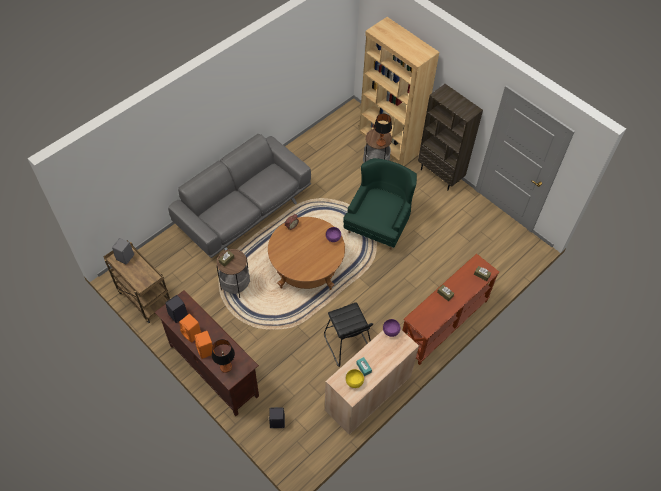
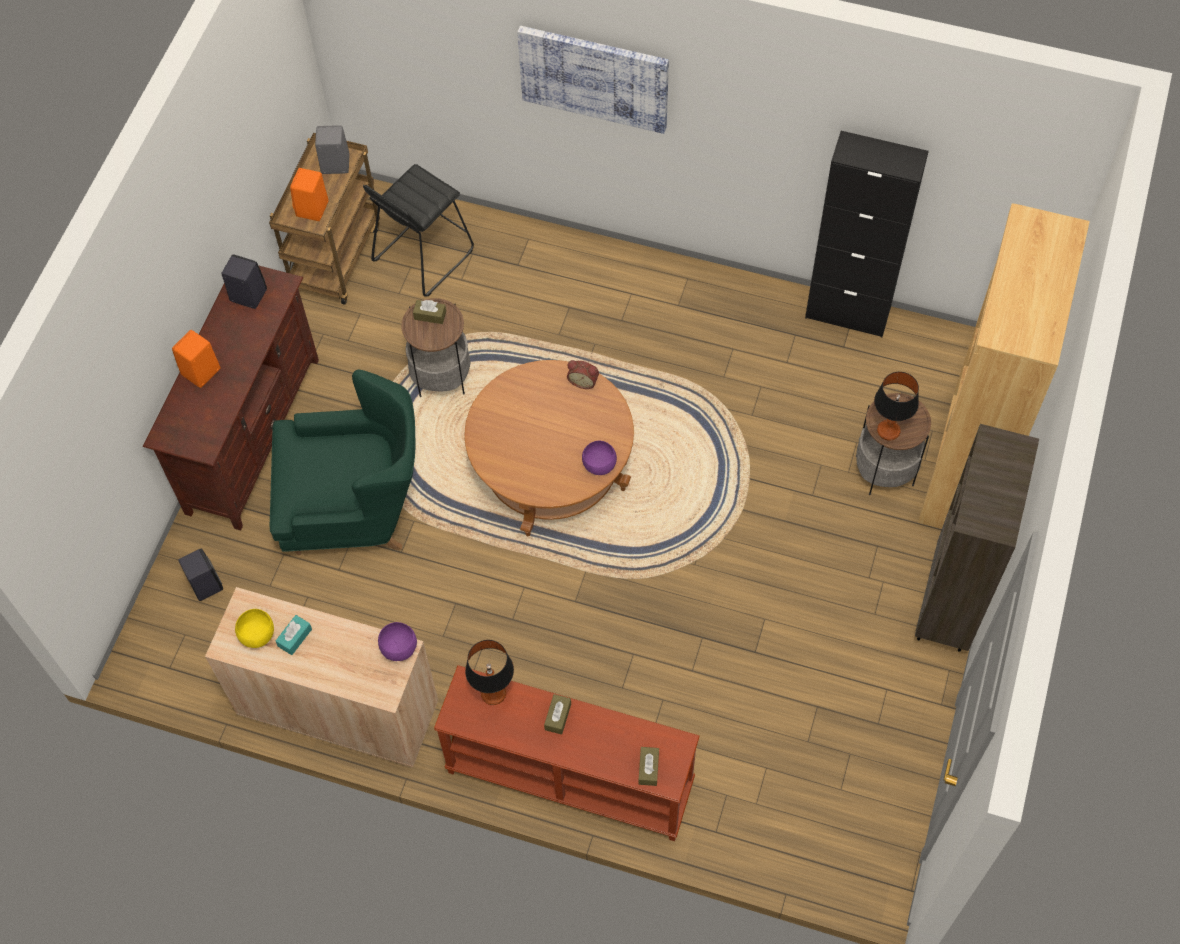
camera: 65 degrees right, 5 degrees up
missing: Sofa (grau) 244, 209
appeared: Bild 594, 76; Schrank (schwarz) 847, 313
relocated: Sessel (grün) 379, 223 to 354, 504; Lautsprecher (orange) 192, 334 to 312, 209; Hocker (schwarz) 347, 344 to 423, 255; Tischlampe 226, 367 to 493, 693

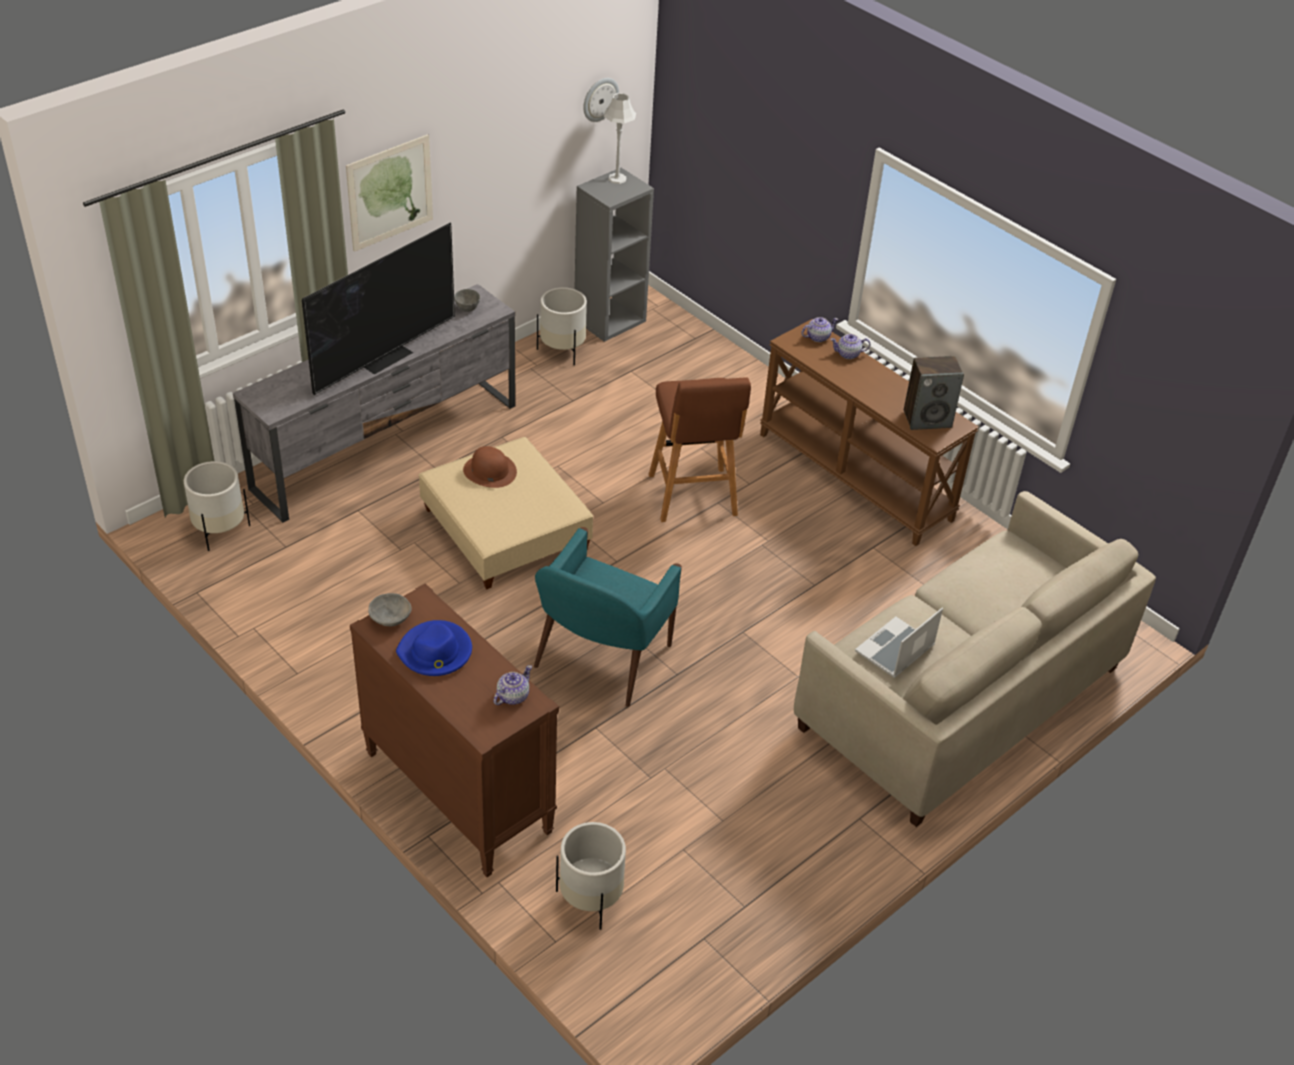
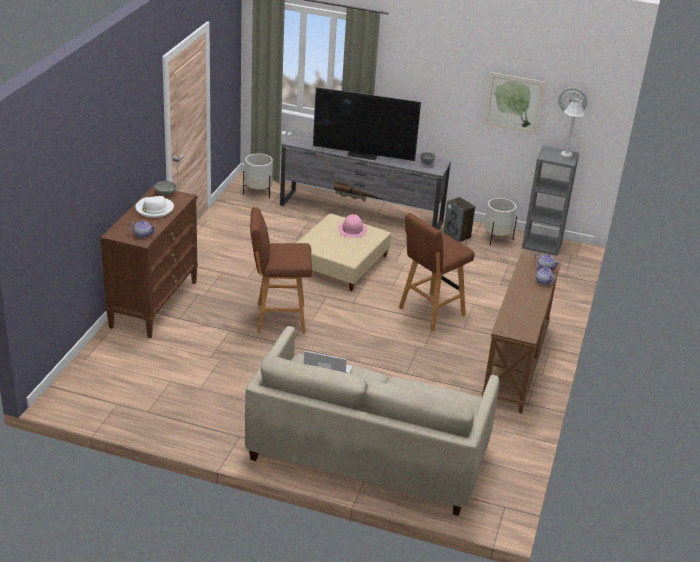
camera: 60 degrees right, 10 degrees down
missing: Pflanzkübel (weiß) 591, 899
relocated: Lautsprecher 927, 419 to 457, 235; Bild 390, 192 to 514, 103
exchanged: Sessel (türkis) 601, 658 to Hocker (braun) 278, 318
colour: Hut (blau) 435, 652 to Hut (weiß) 154, 209; Hut (braun) 489, 471 to Hut (rosa) 352, 229

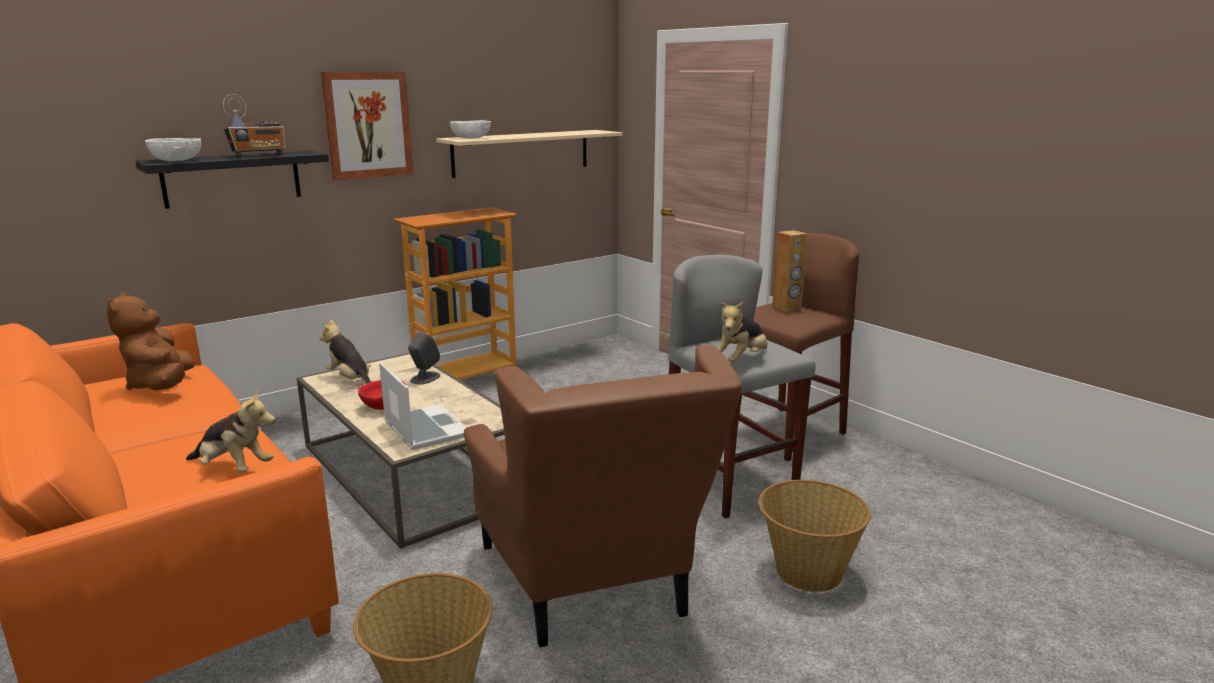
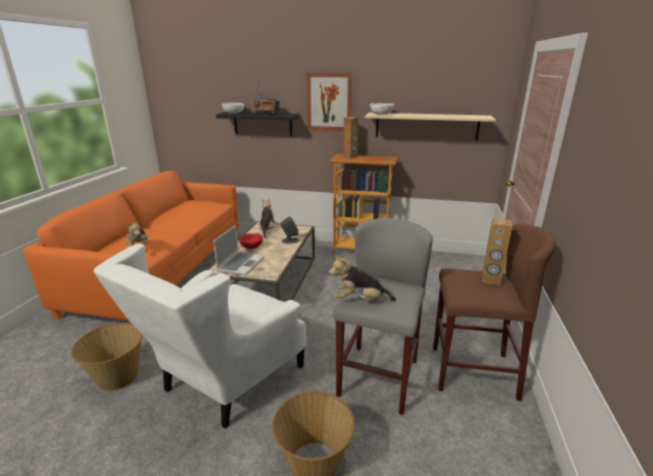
camera: 50 degrees right, 5 degrees up
missing: Plüschtier (braun) 161, 386
appeared: Lautsprecher (braun) 350, 157
colour: Sessel (braun) 594, 588 to Sessel (weiß) 223, 383

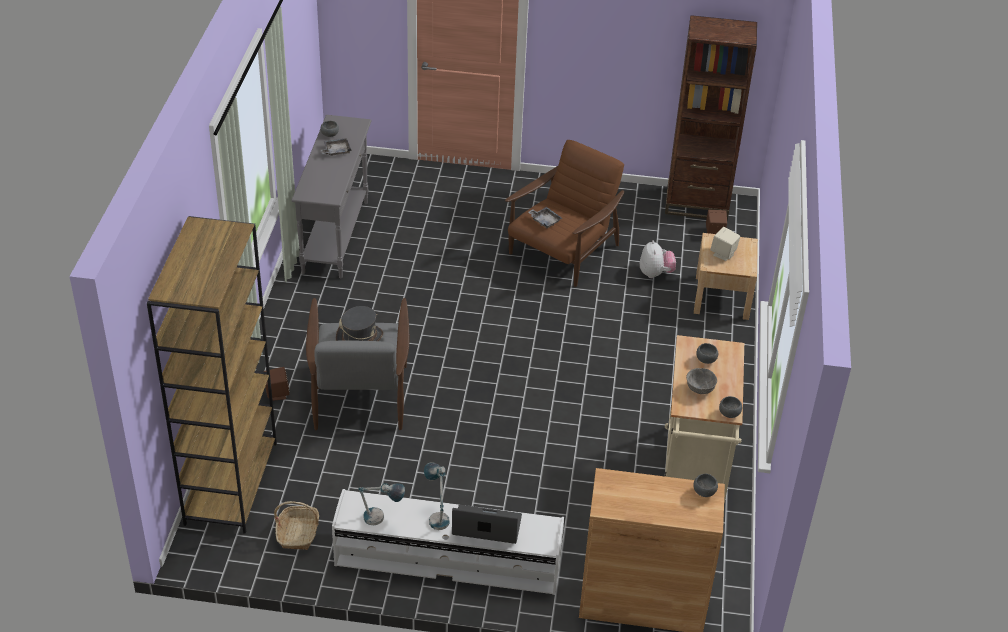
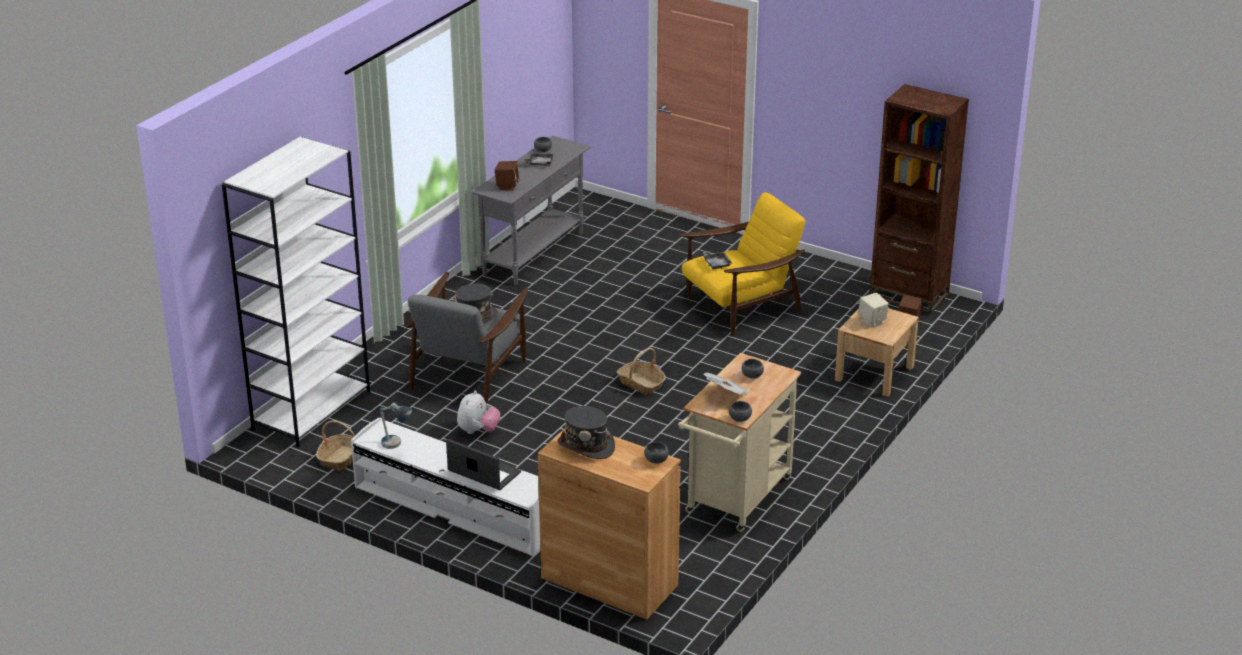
camera: 25 degrees right, 10 degrees down
missing: Tischlampe 436, 515
appeared: Hut (grau) 586, 446; Korb 641, 383
relocated: Plüschtier 655, 273 to 478, 431; Lautsprecher (braun) 277, 393 to 507, 186
exchanged: Schüssel (grau) 699, 388 to Zeitung 727, 395
colour: Bücherregal (braun) 231, 482 to Bücherregal (weiß) 311, 409; Sessel (braun) 563, 252 to Sessel (gelb) 741, 306

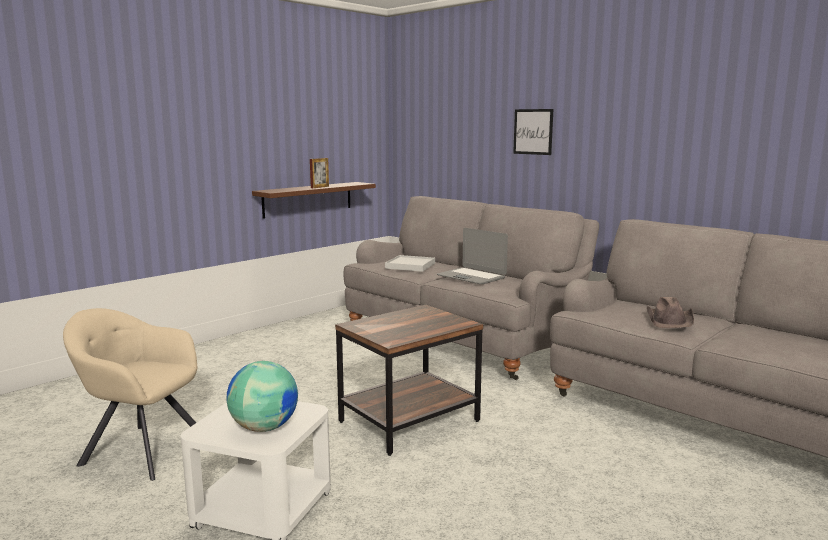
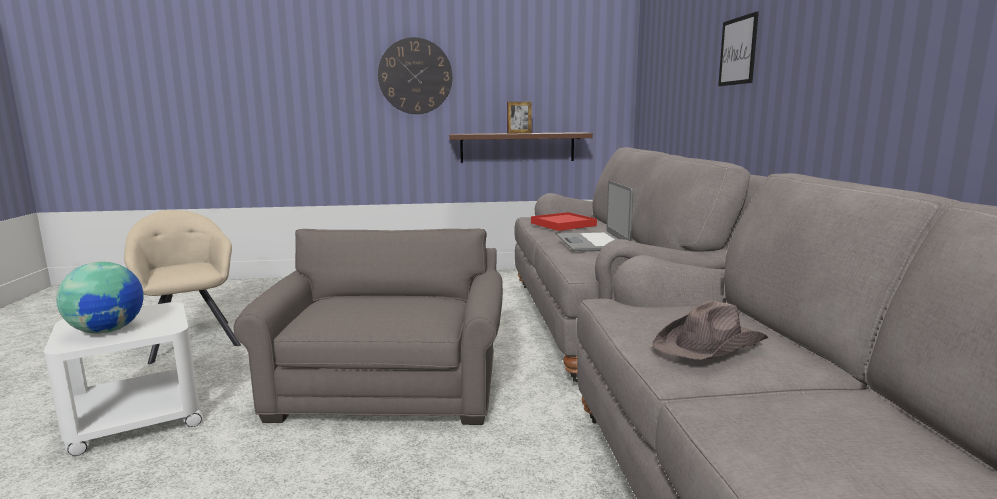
camera: 40 degrees right, 0 degrees up
appeared: Wanduhr 415, 76
exchanged: Beistelltisch (braun) 408, 421 to Sessel (grau) 388, 388
colour: Tablett (weiß) 410, 266 to Tablett (rot) 563, 224

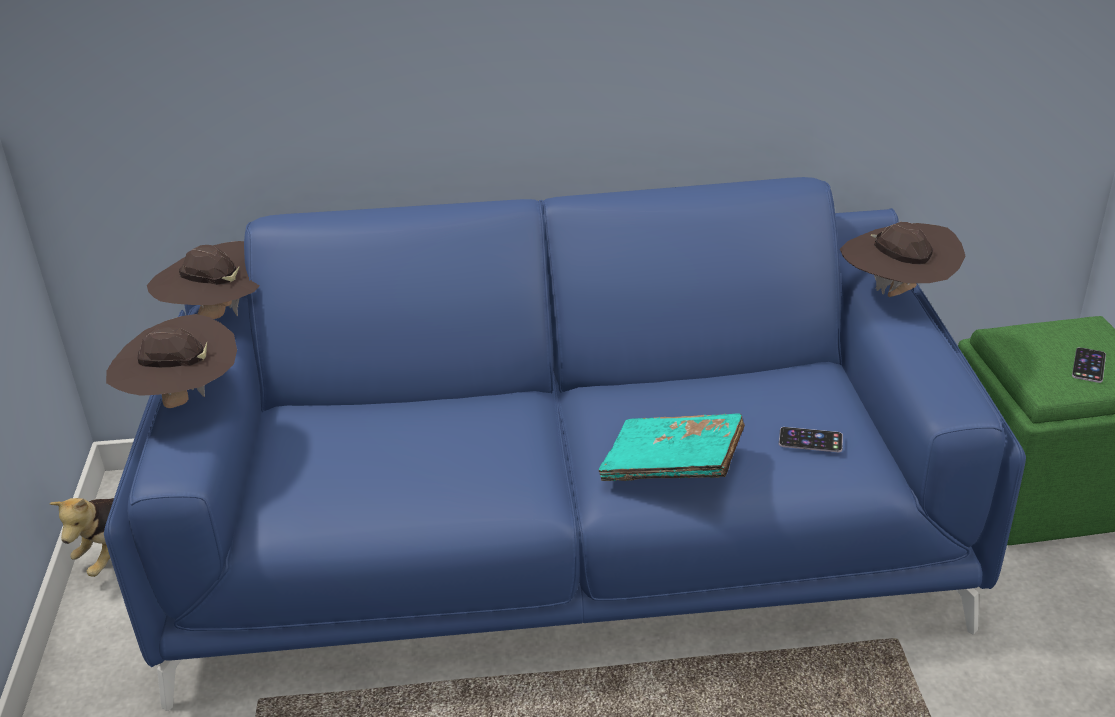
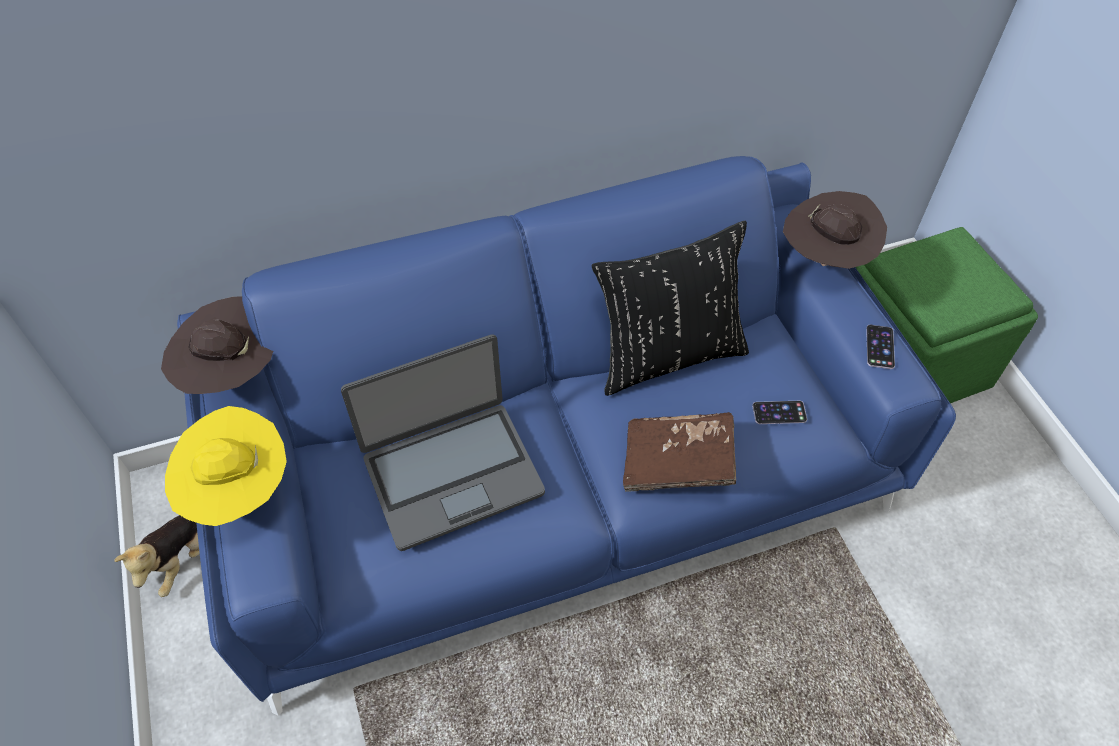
camera: 15 degrees left, 20 degrees up
appeared: Laptop 452, 473; Kissen (schwarz) 667, 355
relocated: Handy 1088, 365 to 880, 347
colour: Hut (braun) 182, 402 to Hut (gelb) 238, 491; Buch (türkis) 673, 467 to Buch (braun) 678, 462

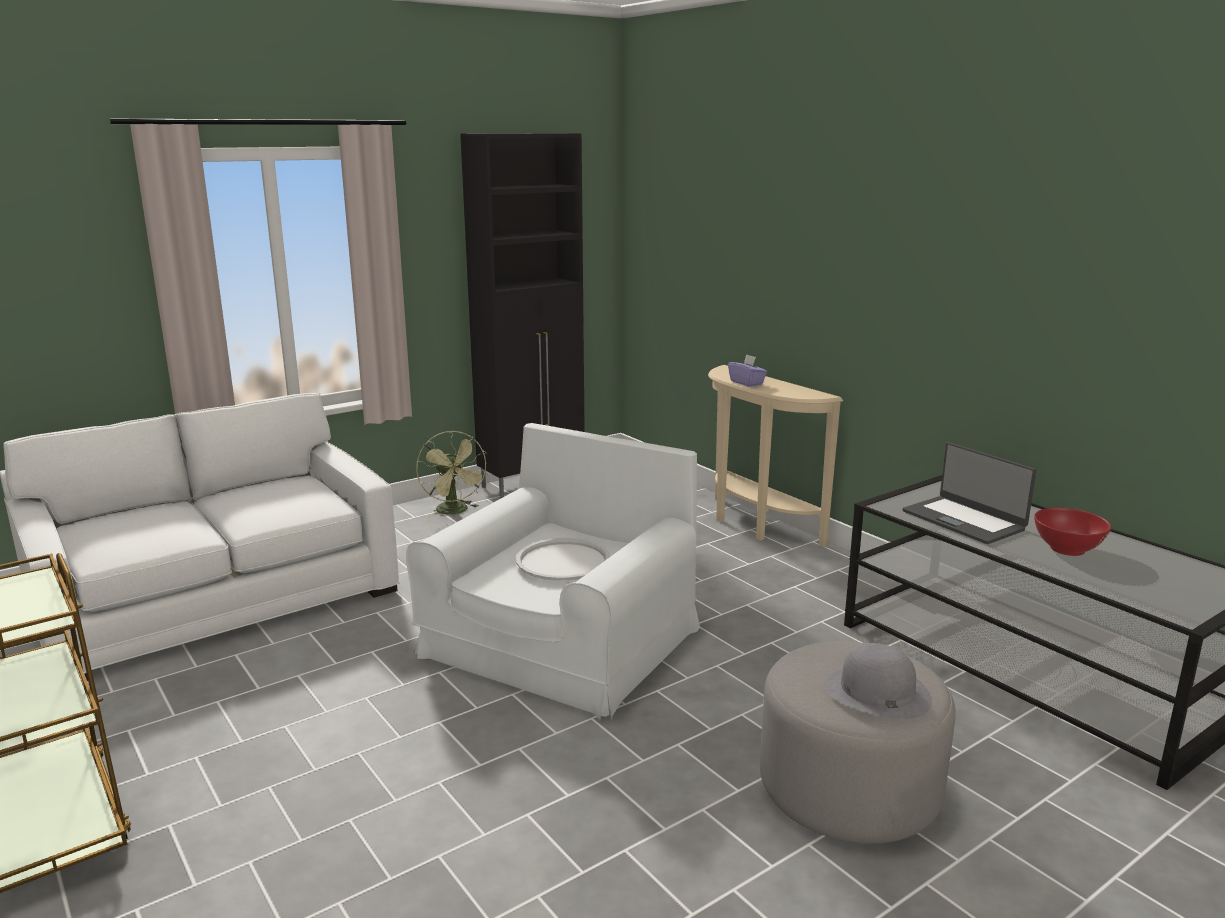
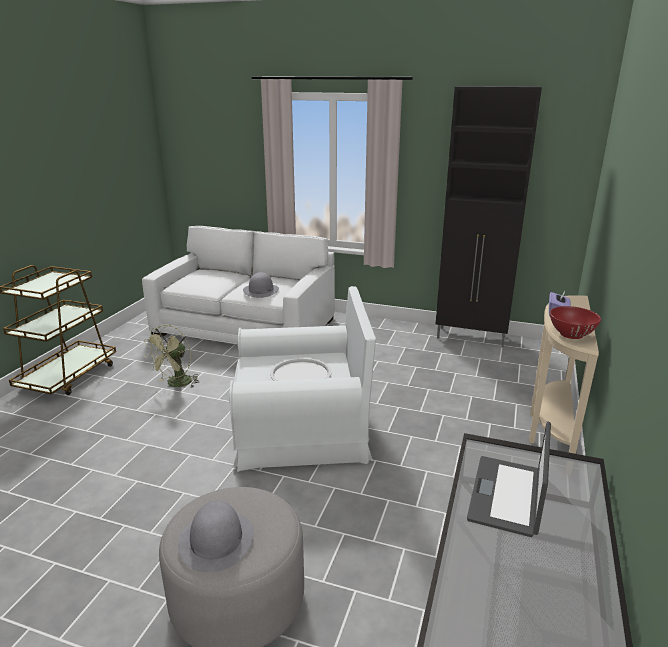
camera: 55 degrees right, 5 degrees up
appeared: Hut (grau) 261, 290
relocated: Ventilator (grün) 455, 511 to 176, 384; Schüssel (rot) 1066, 549 to 571, 334

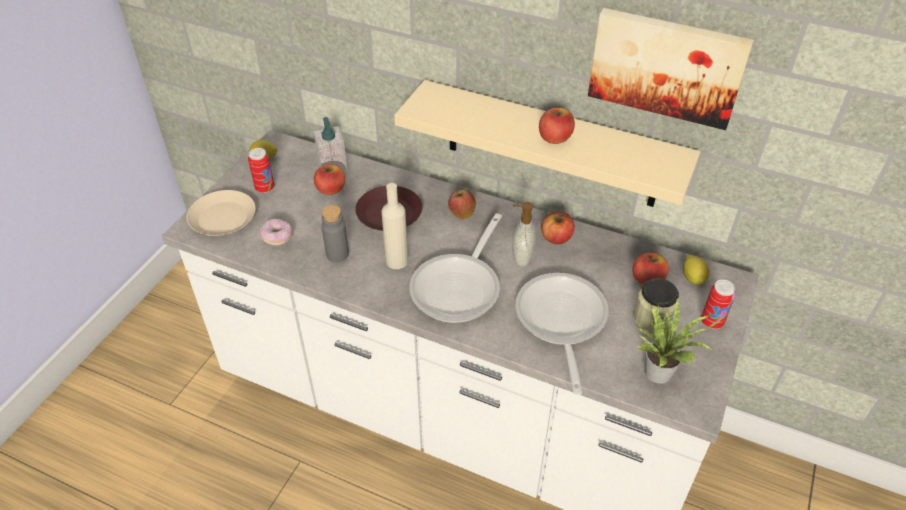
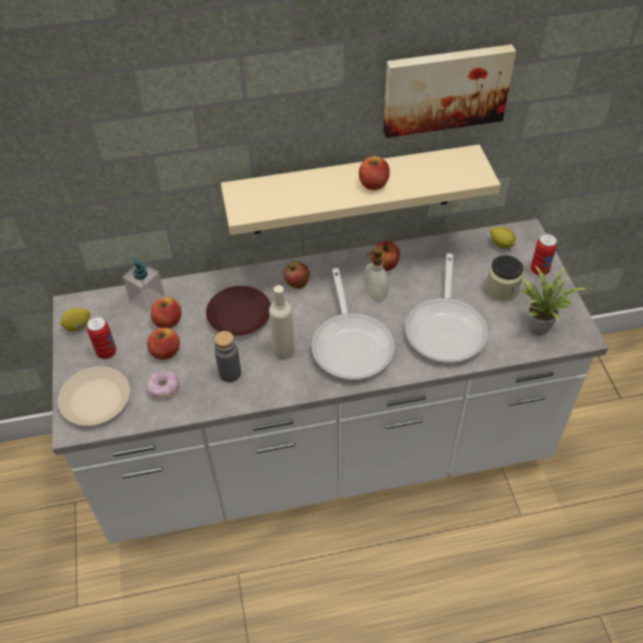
camera: 35 degrees left, 5 degrees up
relocated: Apfel 647, 279 to 165, 352
spun: Pfanne 560, 322 = 446, 328 135 degrees counterclockwise

